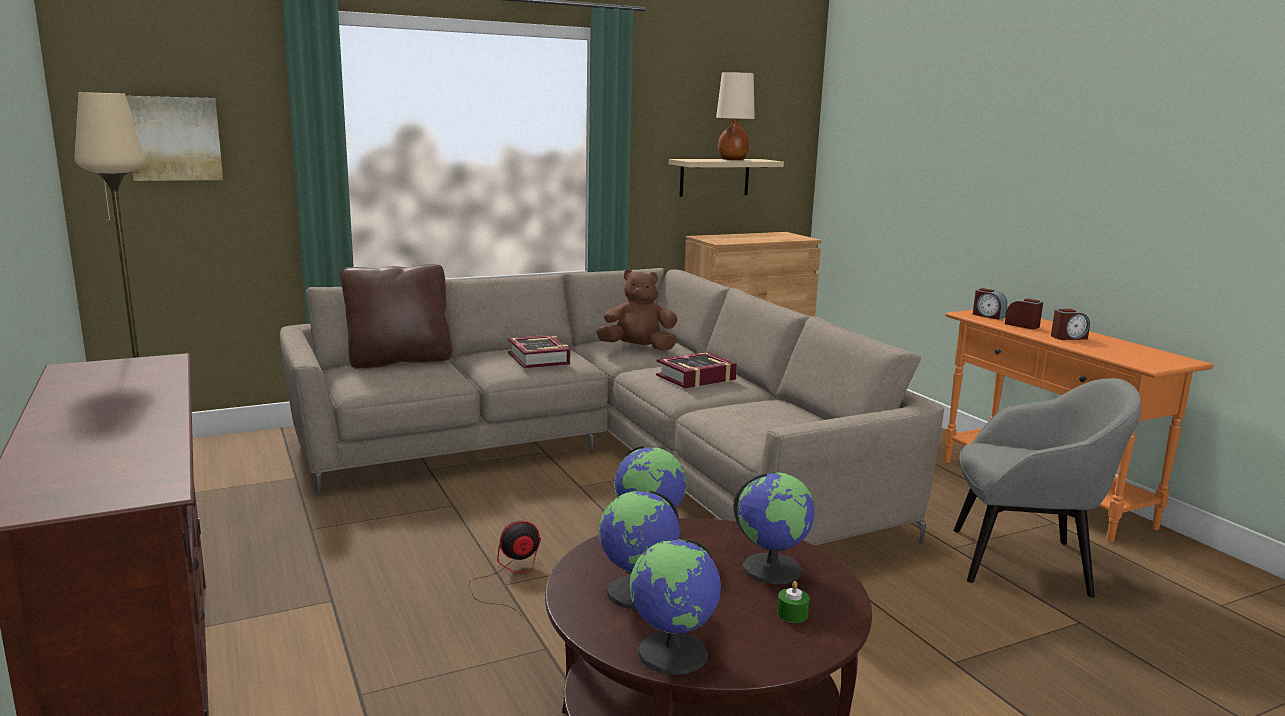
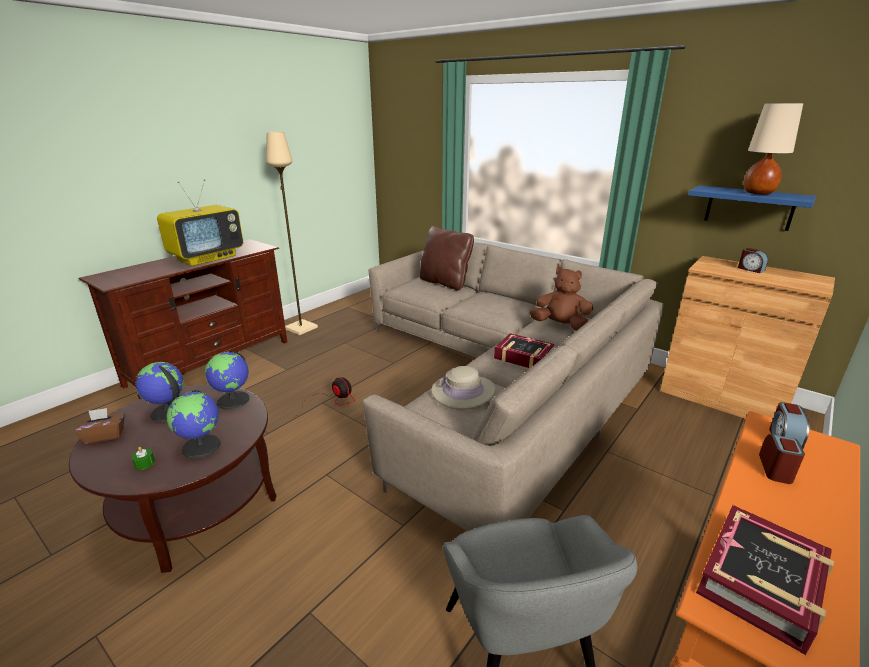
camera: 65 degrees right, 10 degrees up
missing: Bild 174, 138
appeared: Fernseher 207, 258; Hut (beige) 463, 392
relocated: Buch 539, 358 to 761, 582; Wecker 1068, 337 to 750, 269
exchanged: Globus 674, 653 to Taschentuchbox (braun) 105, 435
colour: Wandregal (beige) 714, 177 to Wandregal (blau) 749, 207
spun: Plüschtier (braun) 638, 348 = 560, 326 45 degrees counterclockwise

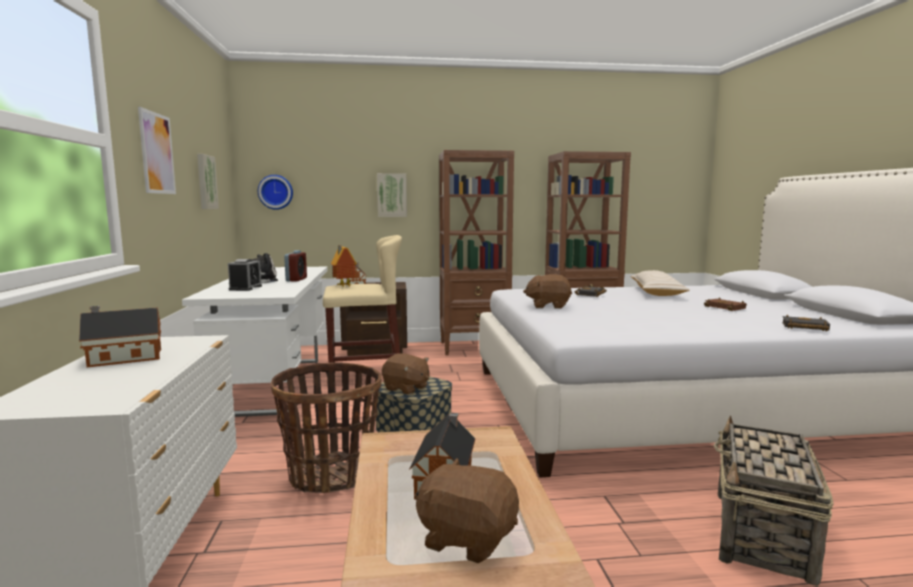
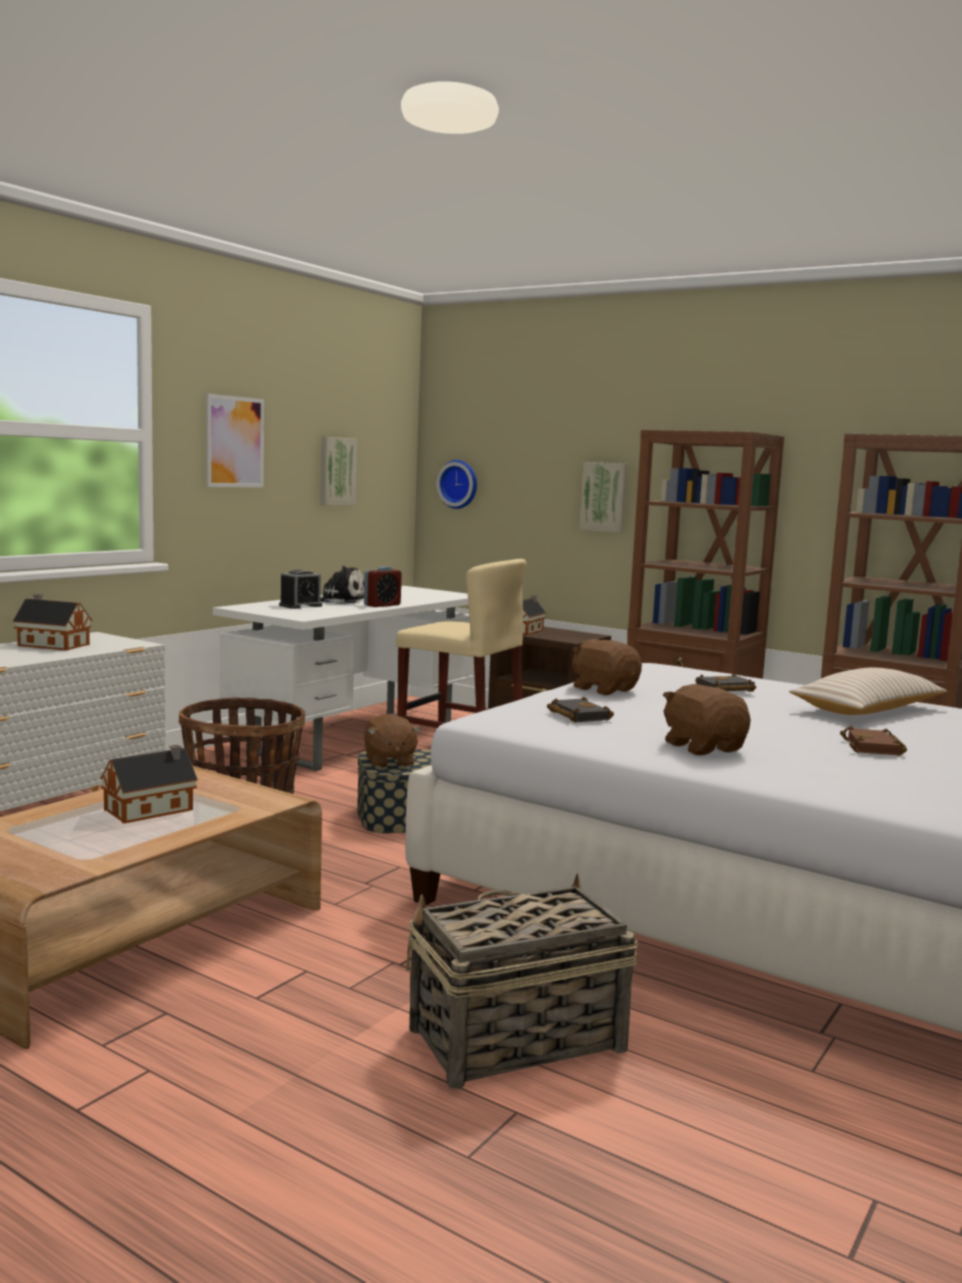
camera: 40 degrees right, 0 degrees up
missing: Spielzeughaus 343, 286
relocated: Buch (schwarz) 803, 327 to 576, 715; Plüschtier (braun) 467, 538 to 703, 747

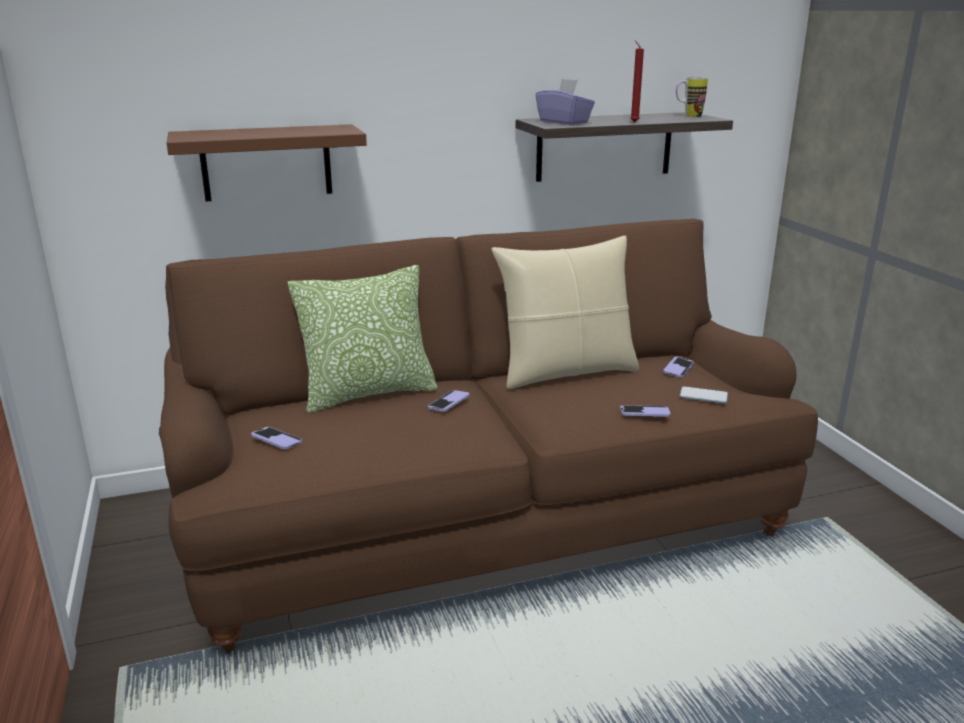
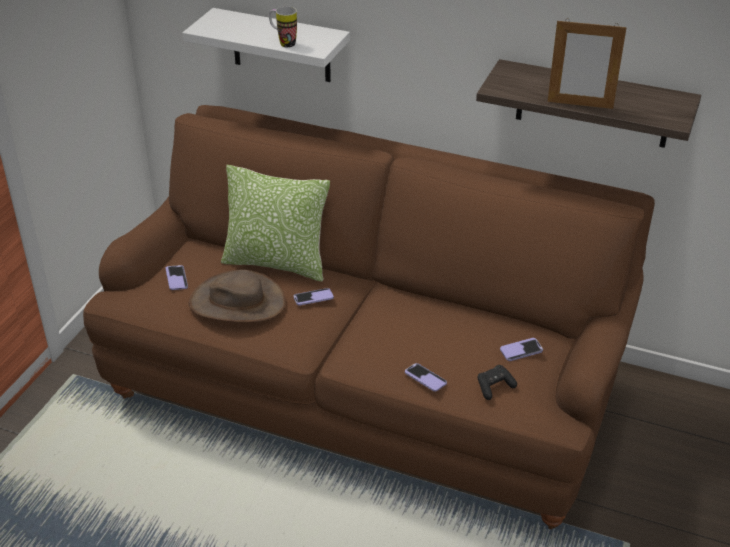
camera: 40 degrees right, 15 degrees up
missing: Kissen (beige) 566, 371; Taschentuchbox (lila) 564, 122
appeared: Hut (braun) 237, 302
relocated: Henkelbecher 688, 116 to 283, 43
exchanged: Handy 703, 396 to Gamepad (schwarz) 494, 387; Kerze (rot) 633, 122 to Bilderrahmen 580, 104
colour: Wandregal (braun) 266, 162 to Wandregal (weiß) 281, 46

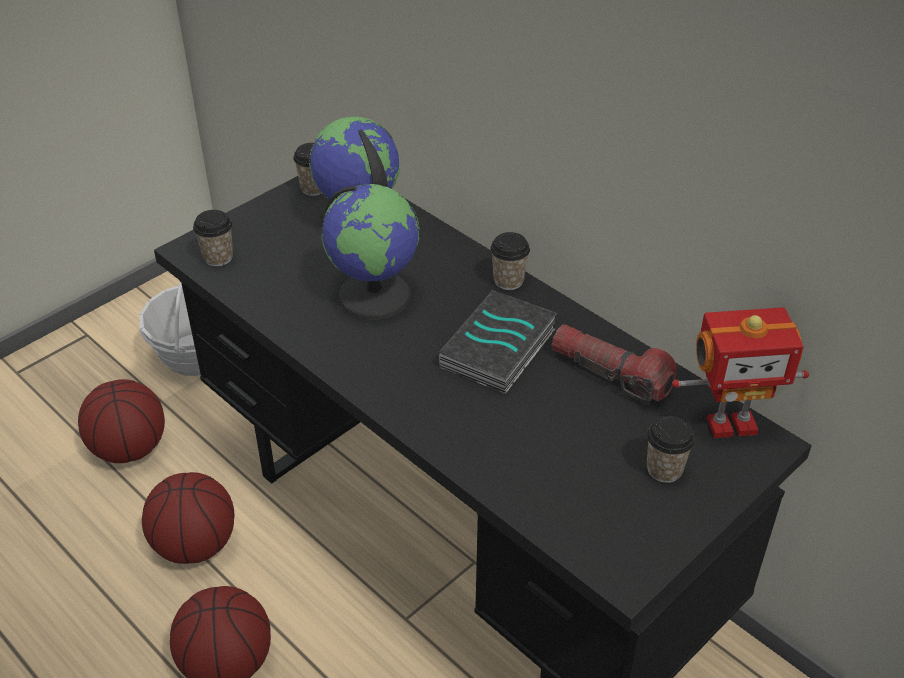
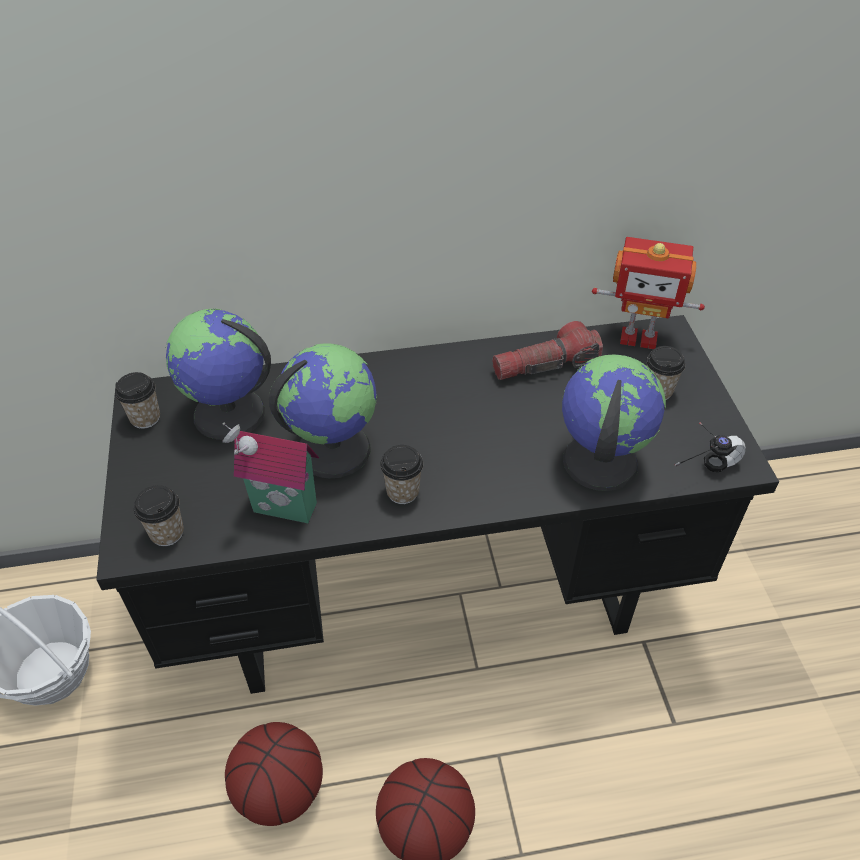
camera: 55 degrees left, 5 degrees up
missing: Basketball 130, 448; Buch 499, 350
appeared: Spielzeughaus 282, 511; Globus 598, 461; Kopfhörer 696, 464
relocated: Tasse 508, 281 to 402, 492
spun: Spielzeugroboter 730, 423 = 638, 337 75 degrees clockwise

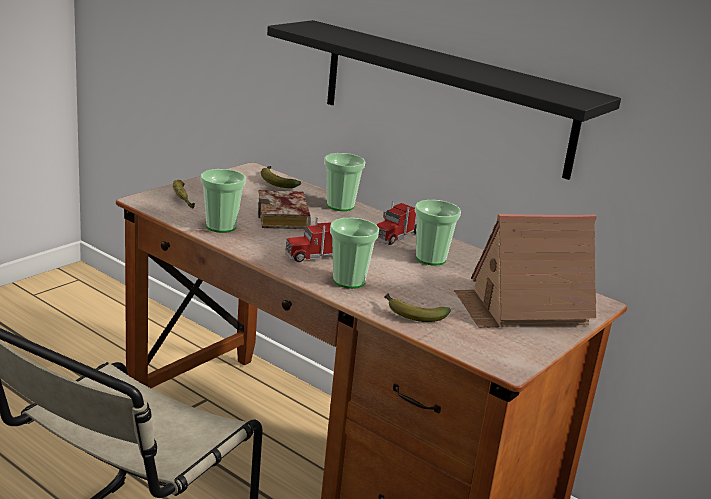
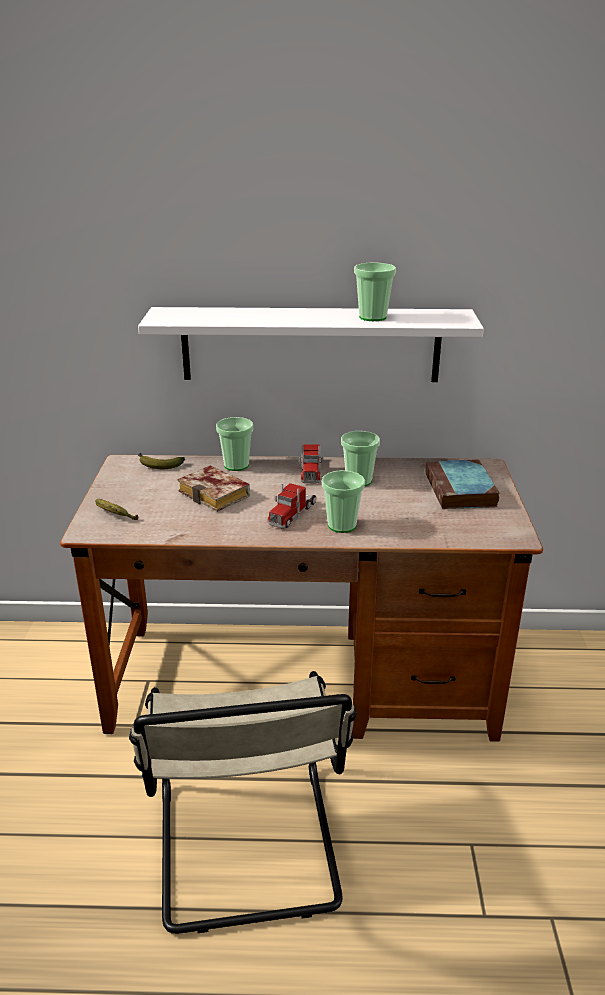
camera: 35 degrees left, 5 degrees up
missing: Banane 412, 314
relocated: Tasse 221, 226 to 372, 317
exchanged: Spielzeughaus 522, 308 to Buch 461, 491
colour: Wandregal (schwarz) 444, 97 to Wandregal (weiß) 310, 344

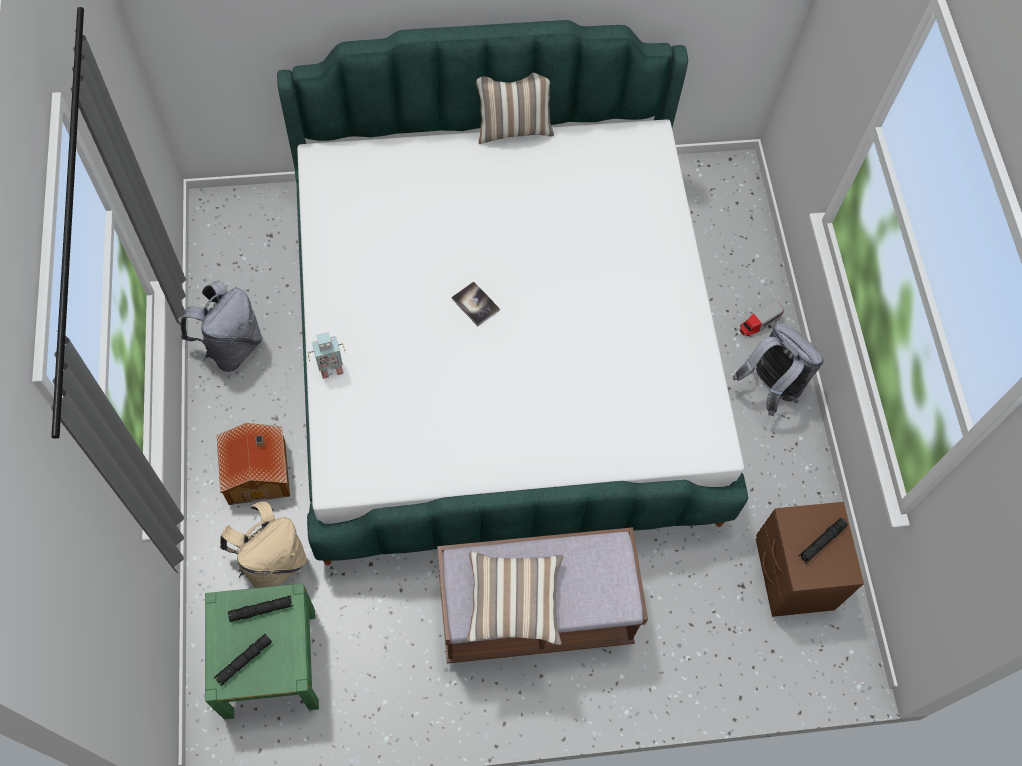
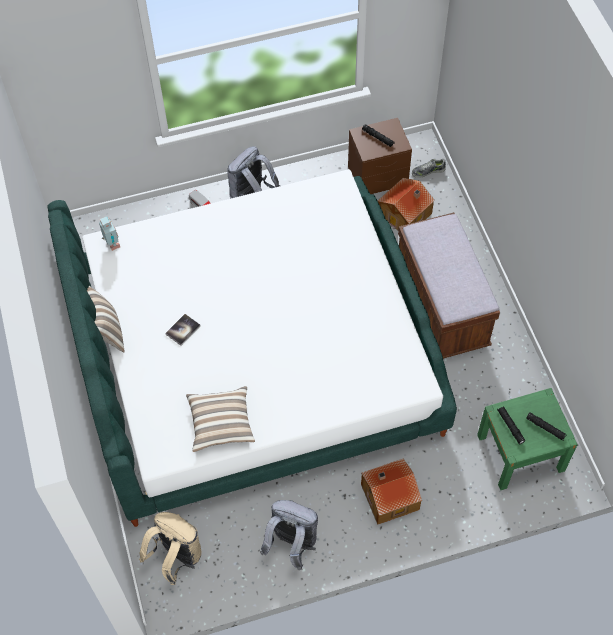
camera: 95 degrees left, 5 degrees down
appeared: Spielzeughaus 405, 214; Schuh 428, 171
relocated: Spielzeugroboter 330, 368 to 112, 245; Rucksack (beige) 272, 562 to 176, 557; Buch 475, 304 to 183, 330; Kissen 514, 602 to 221, 424

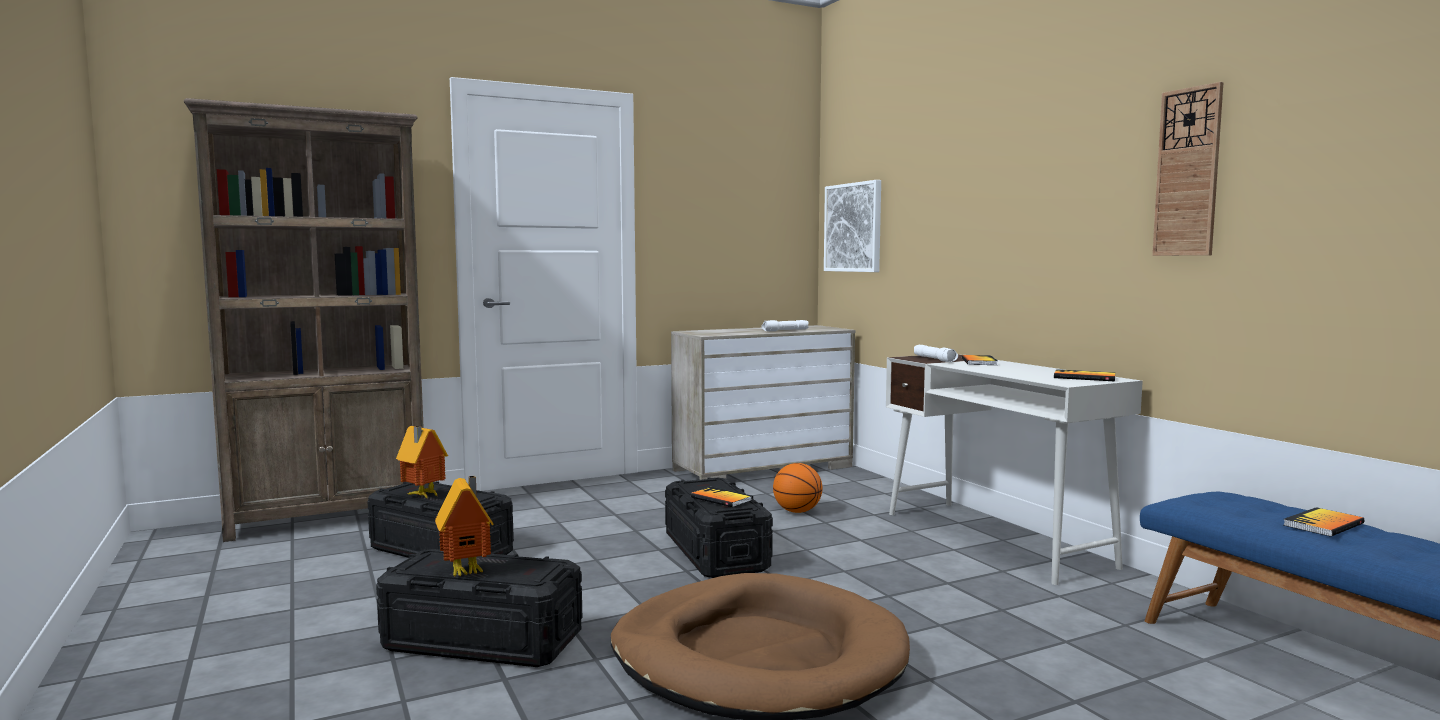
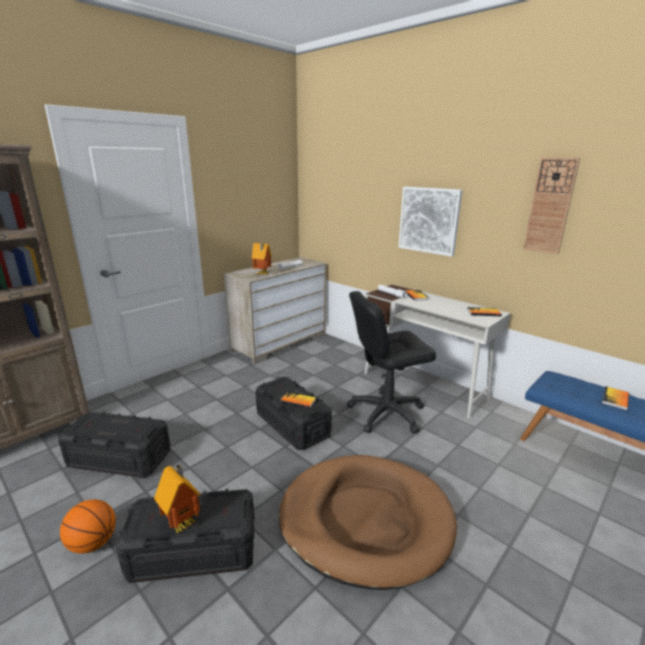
camera: 20 degrees left, 15 degrees up
appeared: Bürostuhl (schwarz) 386, 413
relocated: Basketball 797, 511 to 93, 543; Spielzeughaus 422, 496 to 262, 274; Bild 853, 227 to 429, 220

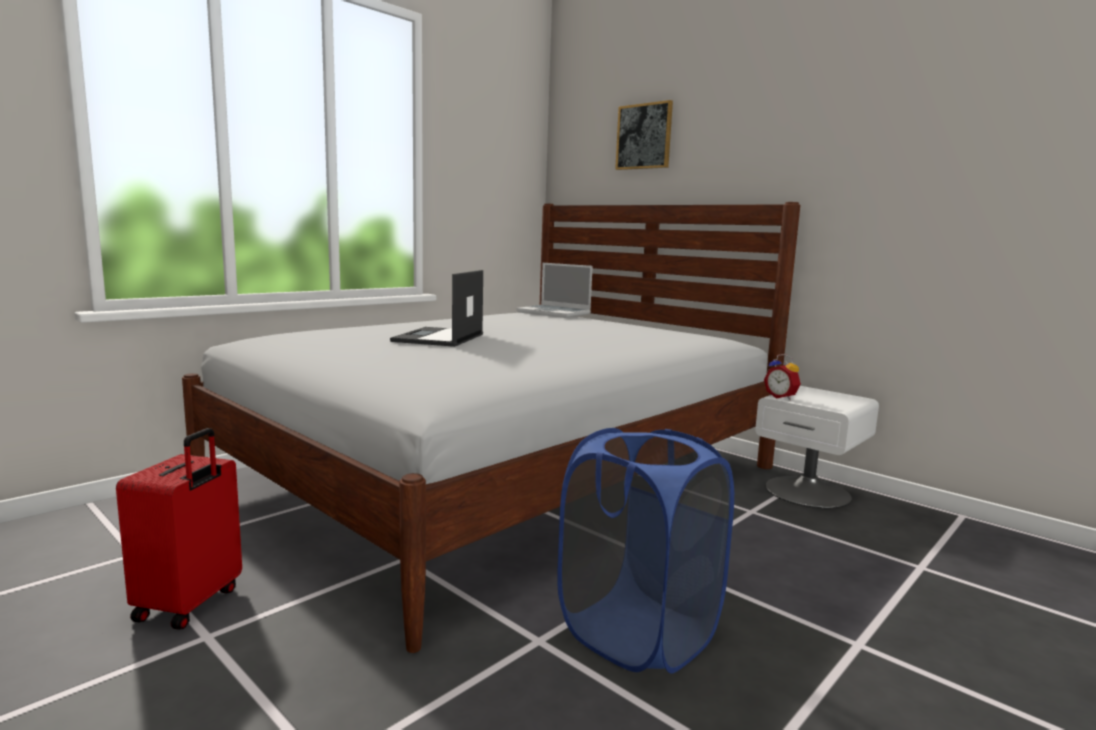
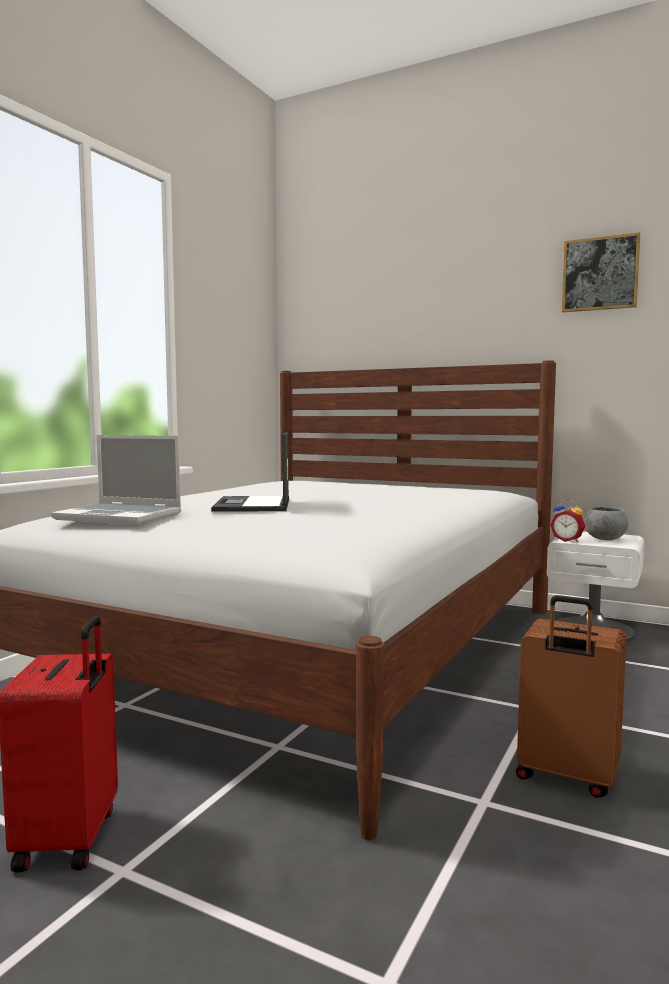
camera: 15 degrees left, 5 degrees down
appeared: Schüssel (grau) 605, 539
relocated: Laptop 555, 313 to 121, 516; Bild 644, 136 to 600, 274
exchanged: Wäschekorb (blau) 637, 633 to Koffer (braun) 566, 777

